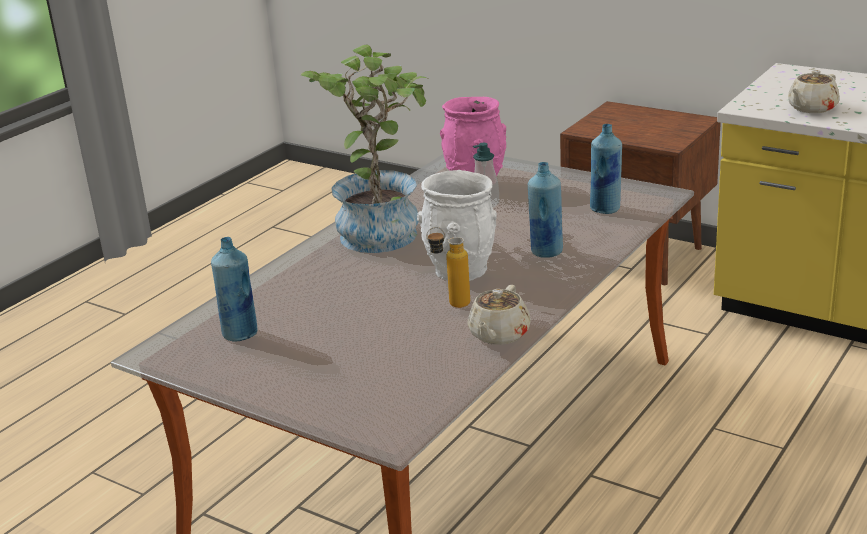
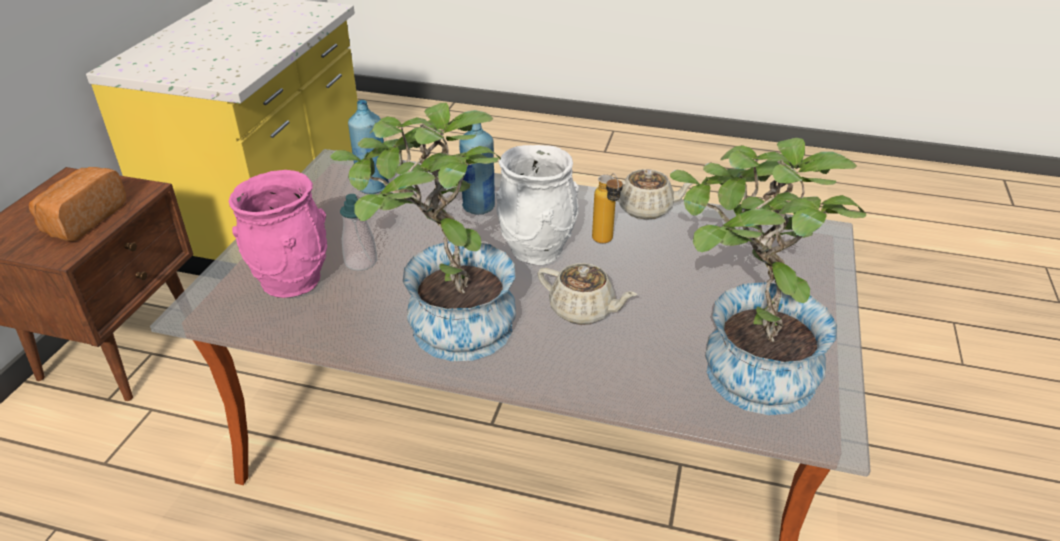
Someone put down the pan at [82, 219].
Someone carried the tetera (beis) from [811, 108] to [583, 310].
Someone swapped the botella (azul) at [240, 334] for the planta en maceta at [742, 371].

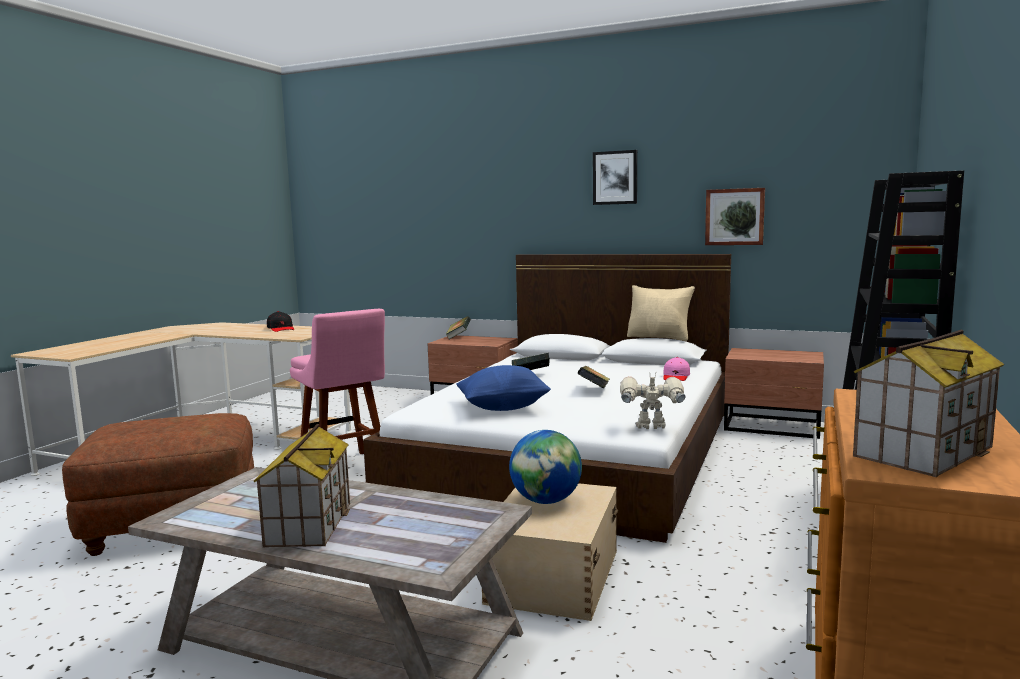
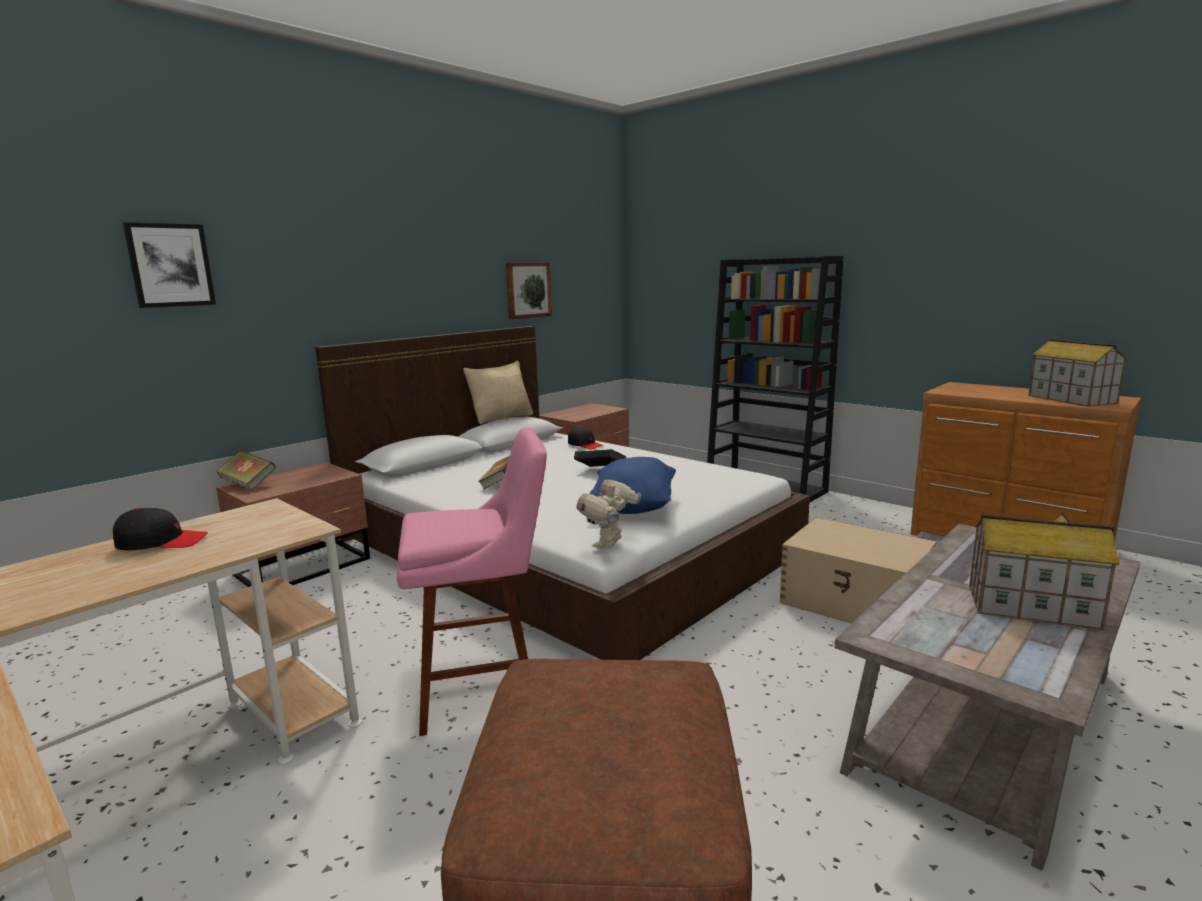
Someone took away the globo terráqueo at [546, 501].
Someone carried the cuadro from [615, 177] to [170, 265].
Someone carried the robot de juguete from [651, 428] to [610, 544].
Someone repainted the gorra (rosa) at [676, 376], which became the gorra (negro) at [585, 445].

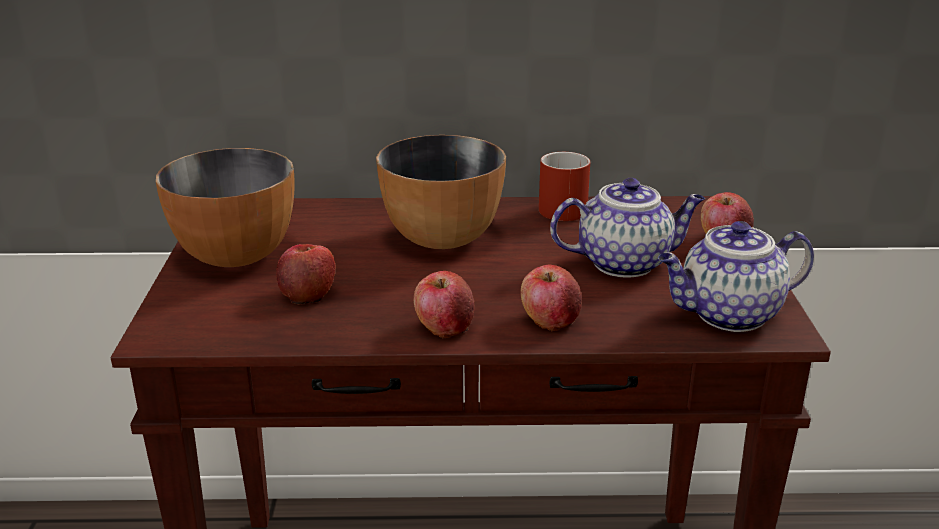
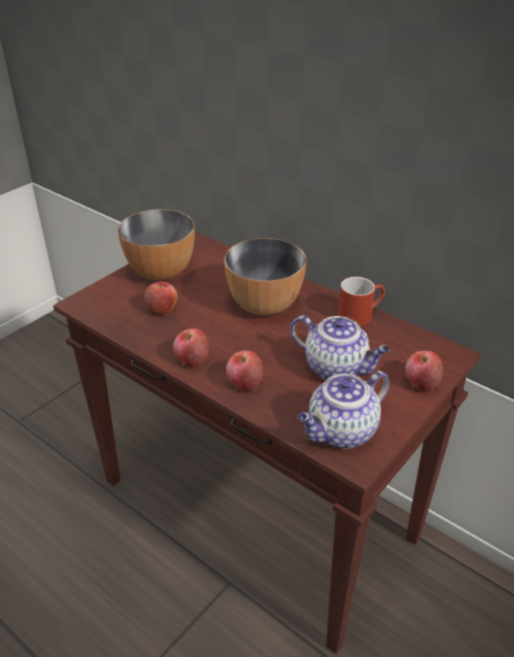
Someone rotated the tetera at [728, 315] by 60 degrees counterclockwise.

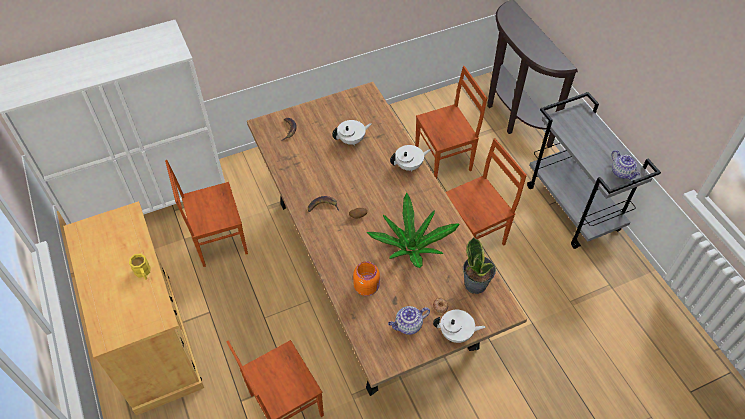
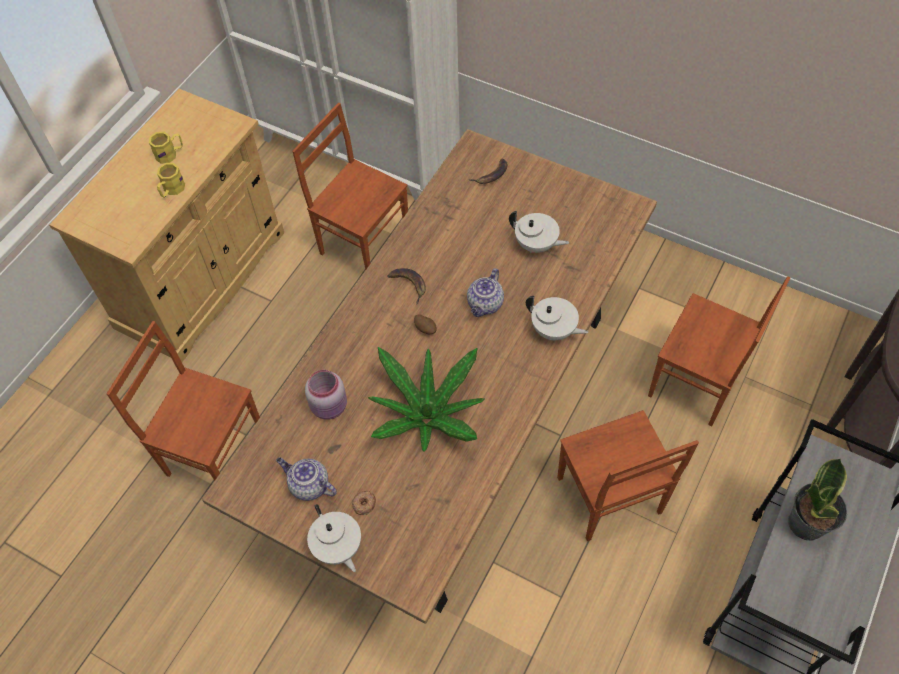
Someone put down the taza grande (amarillo) at [170, 154].
Someone carried the planta en maceta from [476, 283] to [807, 523].
Someone carried the tetera from [622, 173] to [485, 305].
Someone repainted the tarro (naranja) at [367, 287], which became the tarro (rosa) at [330, 406].
Someone rotated the silla (marrón) at [474, 235] by 45 degrees clockwise.

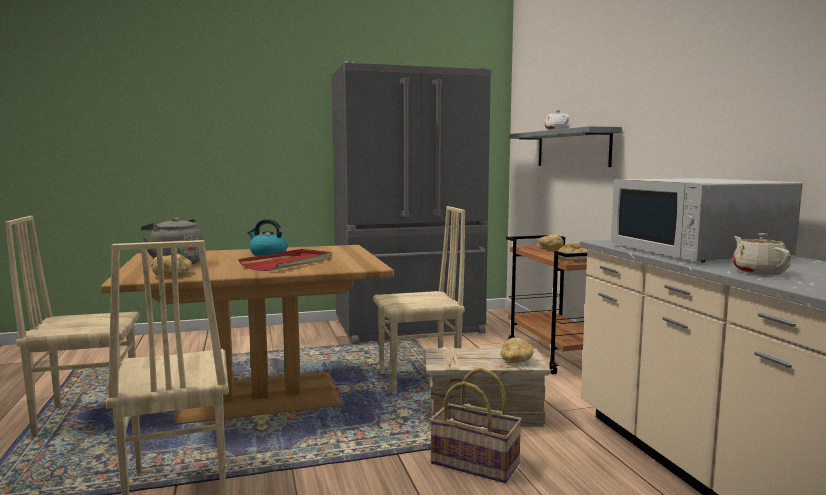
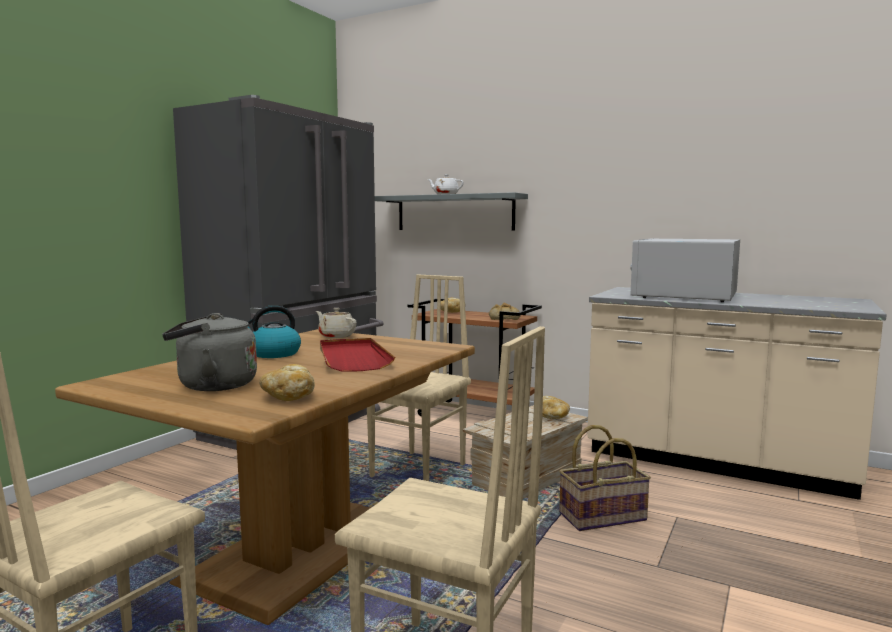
Someone carried the tetera (beis) from [758, 272] to [336, 336].
Someone rotated the microondas (blanco) at [697, 251] by 90 degrees clockwise.

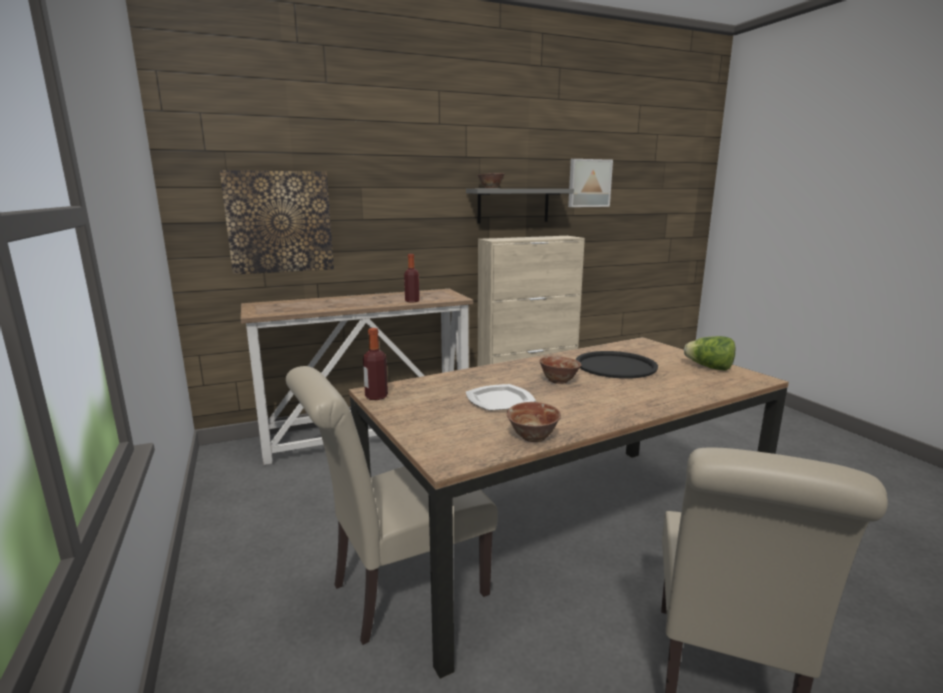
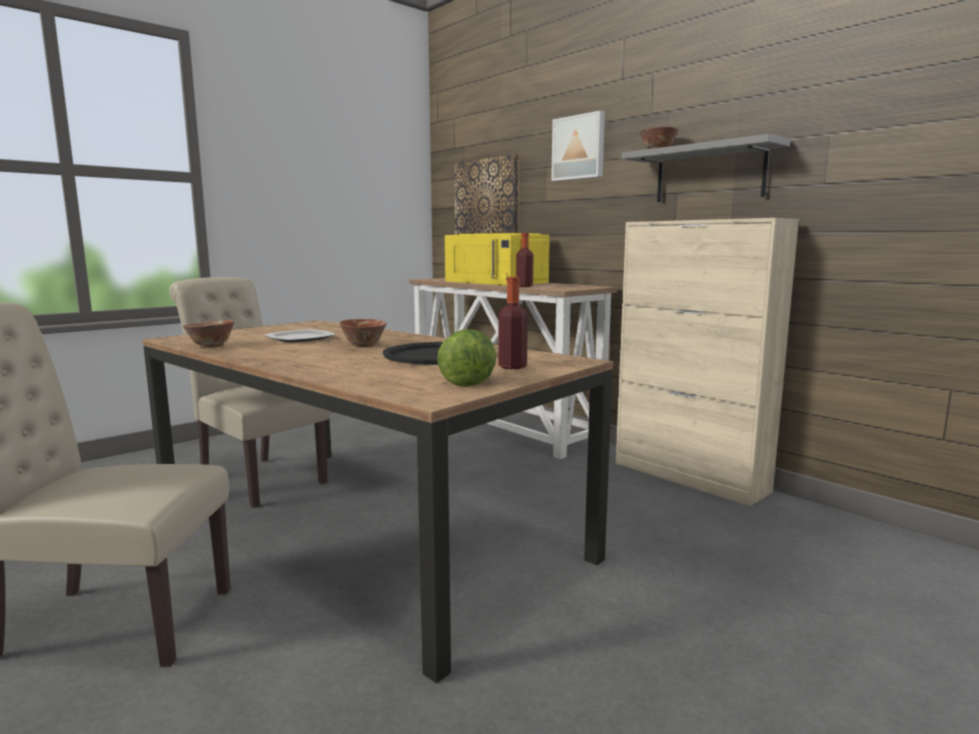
Someone put down the microondas (amarillo) at [497, 282].
Someone carried the botella from [376, 396] to [512, 367].
Someone carried the cuadro from [589, 183] to [579, 148].

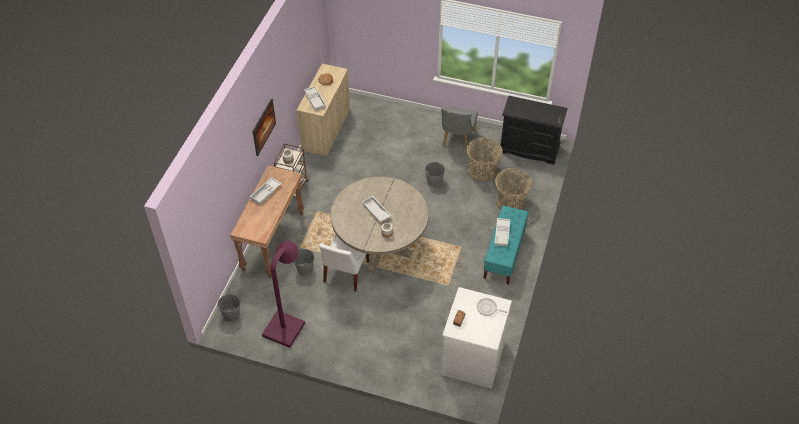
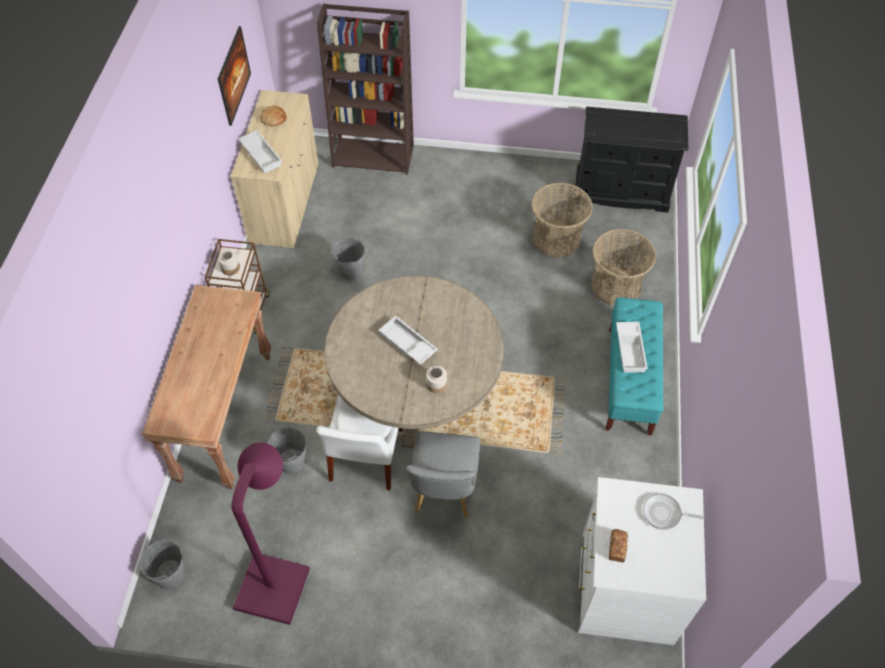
Someone took away the bandeja (blanco) at [266, 193].
Someone put down the estantería (marrón) at [374, 156].
Someone carried the cuadro from [264, 133] to [236, 87].
Someone carried the cubo (gris) from [434, 181] to [350, 270].
Someone carried the silla (gris) from [457, 140] to [443, 493].

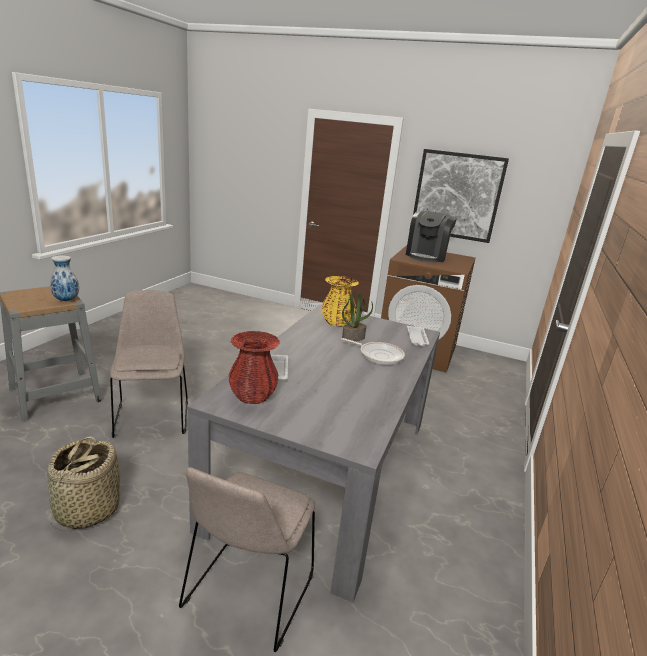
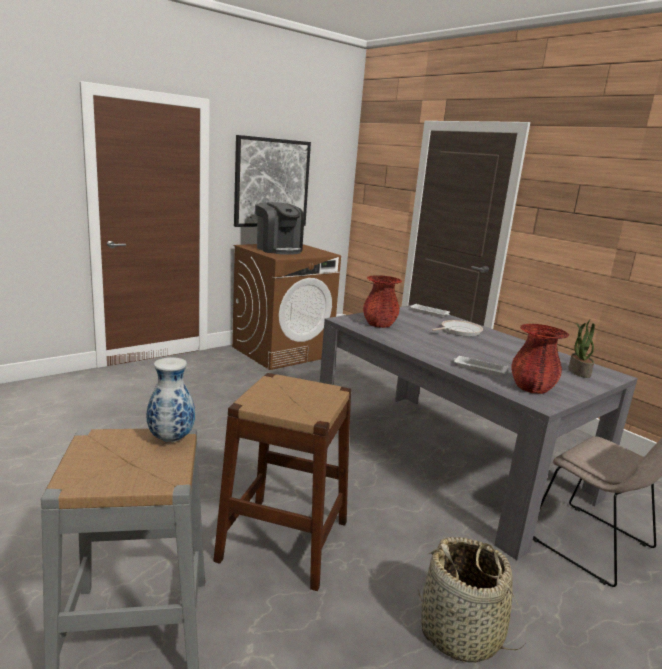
Someone carried the planta en maceta from [353, 337] to [578, 372].
Someone swapped the silla (beis) at [152, 416] for the taburete (marrón) at [284, 540].
Someone repainted the florero (amarillo) at [337, 322], which became the florero (rojo) at [379, 324].

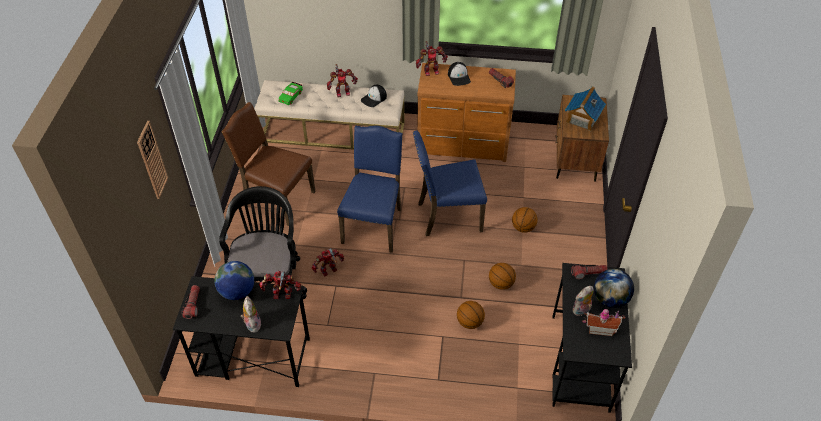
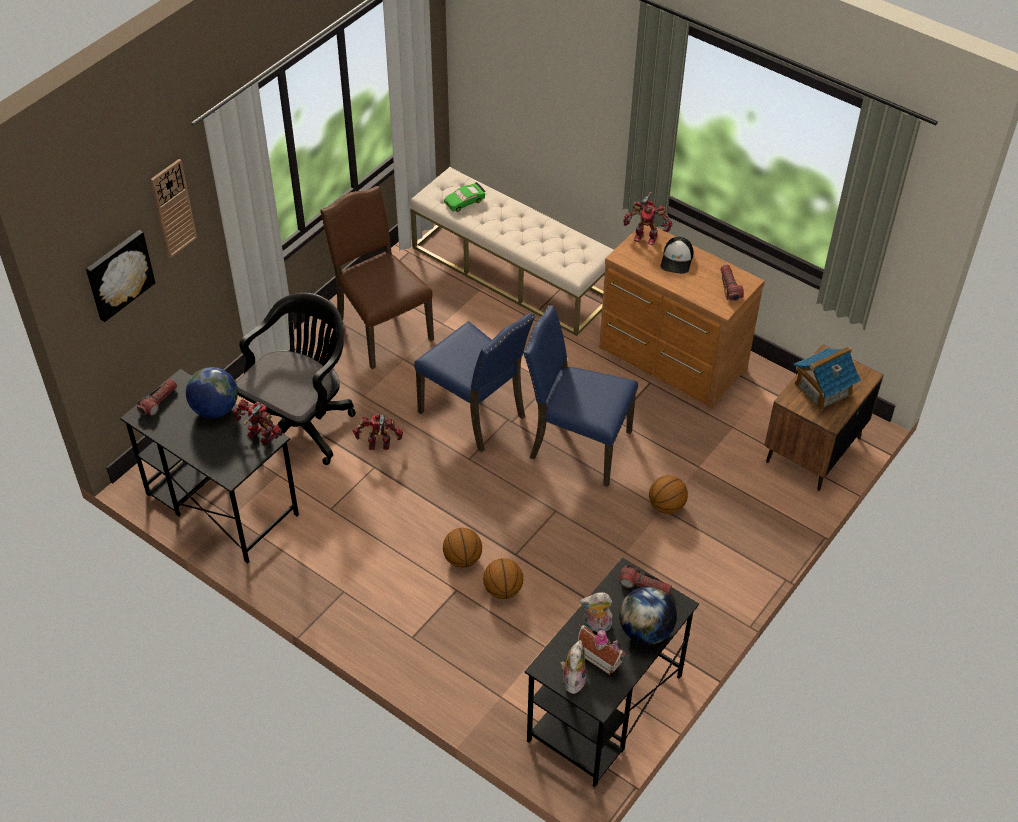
Someone took away the robot de juguete at [342, 92].
Someone took away the gorra at [374, 98].
Someone put up the cuadro at [118, 274].
Someone carried the peluche from [252, 324] to [572, 679].
Someone carried the balón de baloncesto from [501, 284] to [462, 559].
Someone rotated the silla (azul) at [374, 224] by 90 degrees clockwise.

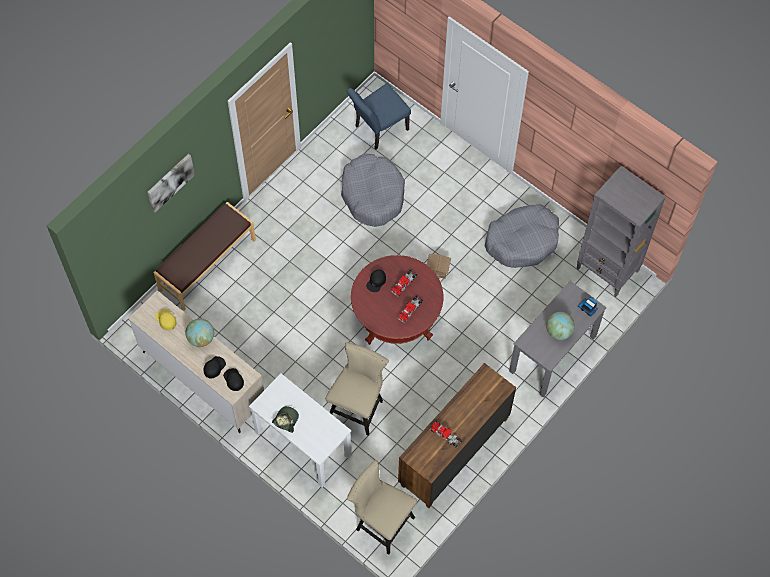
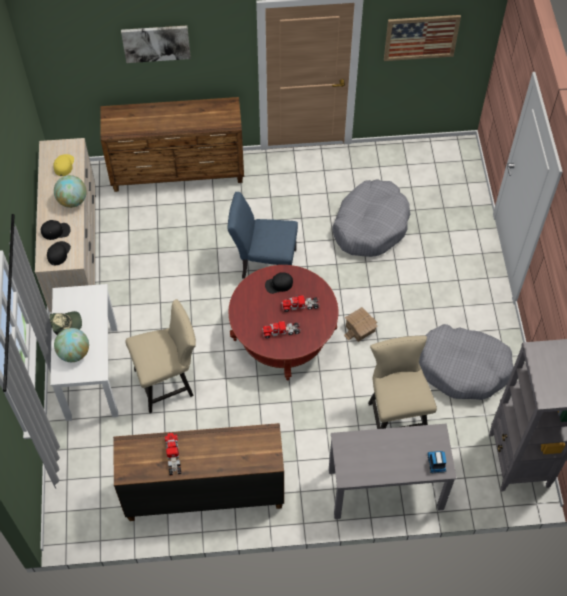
Someone put up the cuadro at [421, 37].
Someone carried the silla (azul) from [378, 129] to [264, 263].
Someone carried the silla (beis) from [381, 522] to [395, 415].
Someone carried the globo terráqueo from [558, 331] to [74, 353].
Someone swapped the banco (marrón) at [207, 264] for the cómoda (marrón) at [178, 173].

